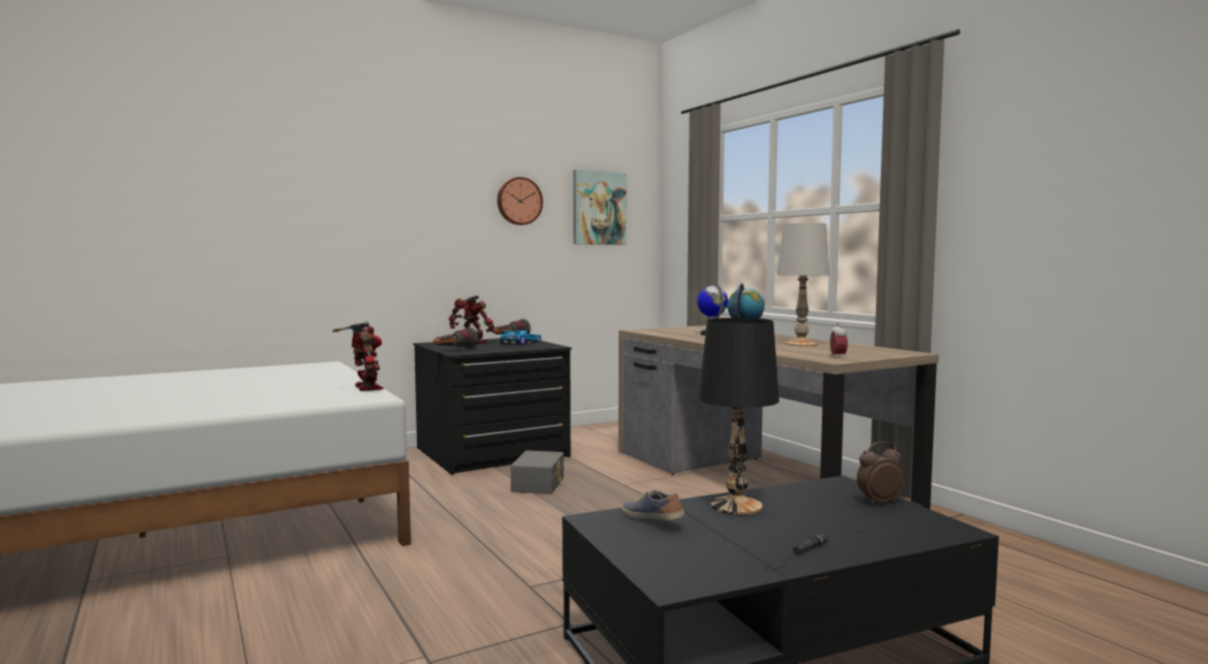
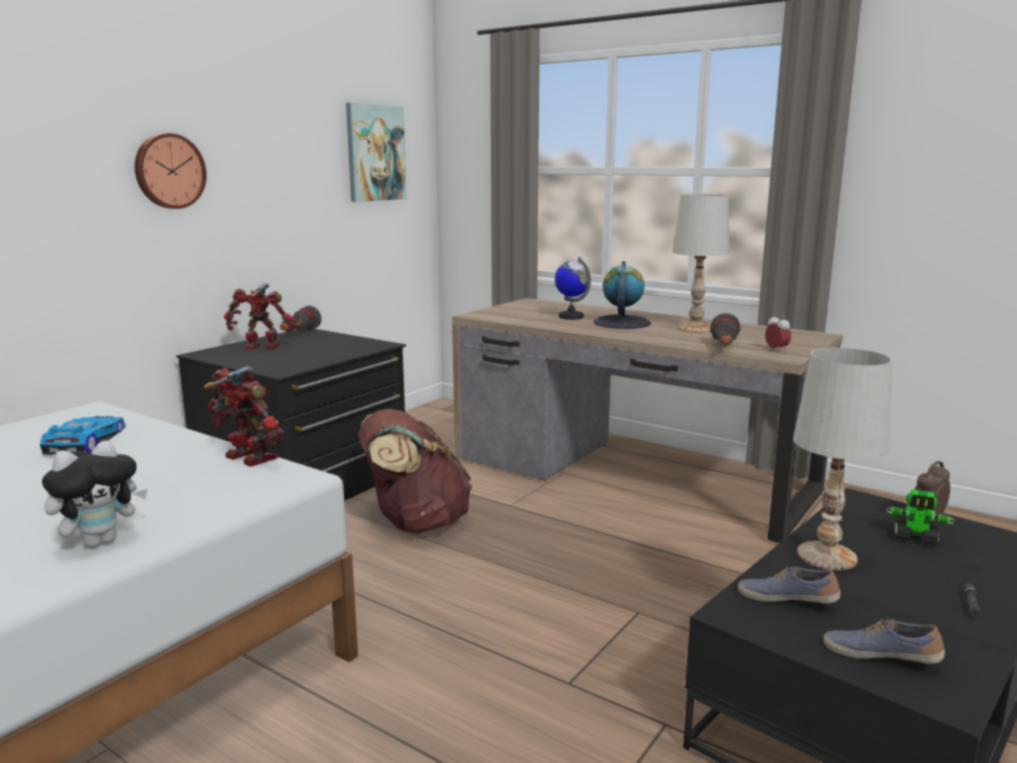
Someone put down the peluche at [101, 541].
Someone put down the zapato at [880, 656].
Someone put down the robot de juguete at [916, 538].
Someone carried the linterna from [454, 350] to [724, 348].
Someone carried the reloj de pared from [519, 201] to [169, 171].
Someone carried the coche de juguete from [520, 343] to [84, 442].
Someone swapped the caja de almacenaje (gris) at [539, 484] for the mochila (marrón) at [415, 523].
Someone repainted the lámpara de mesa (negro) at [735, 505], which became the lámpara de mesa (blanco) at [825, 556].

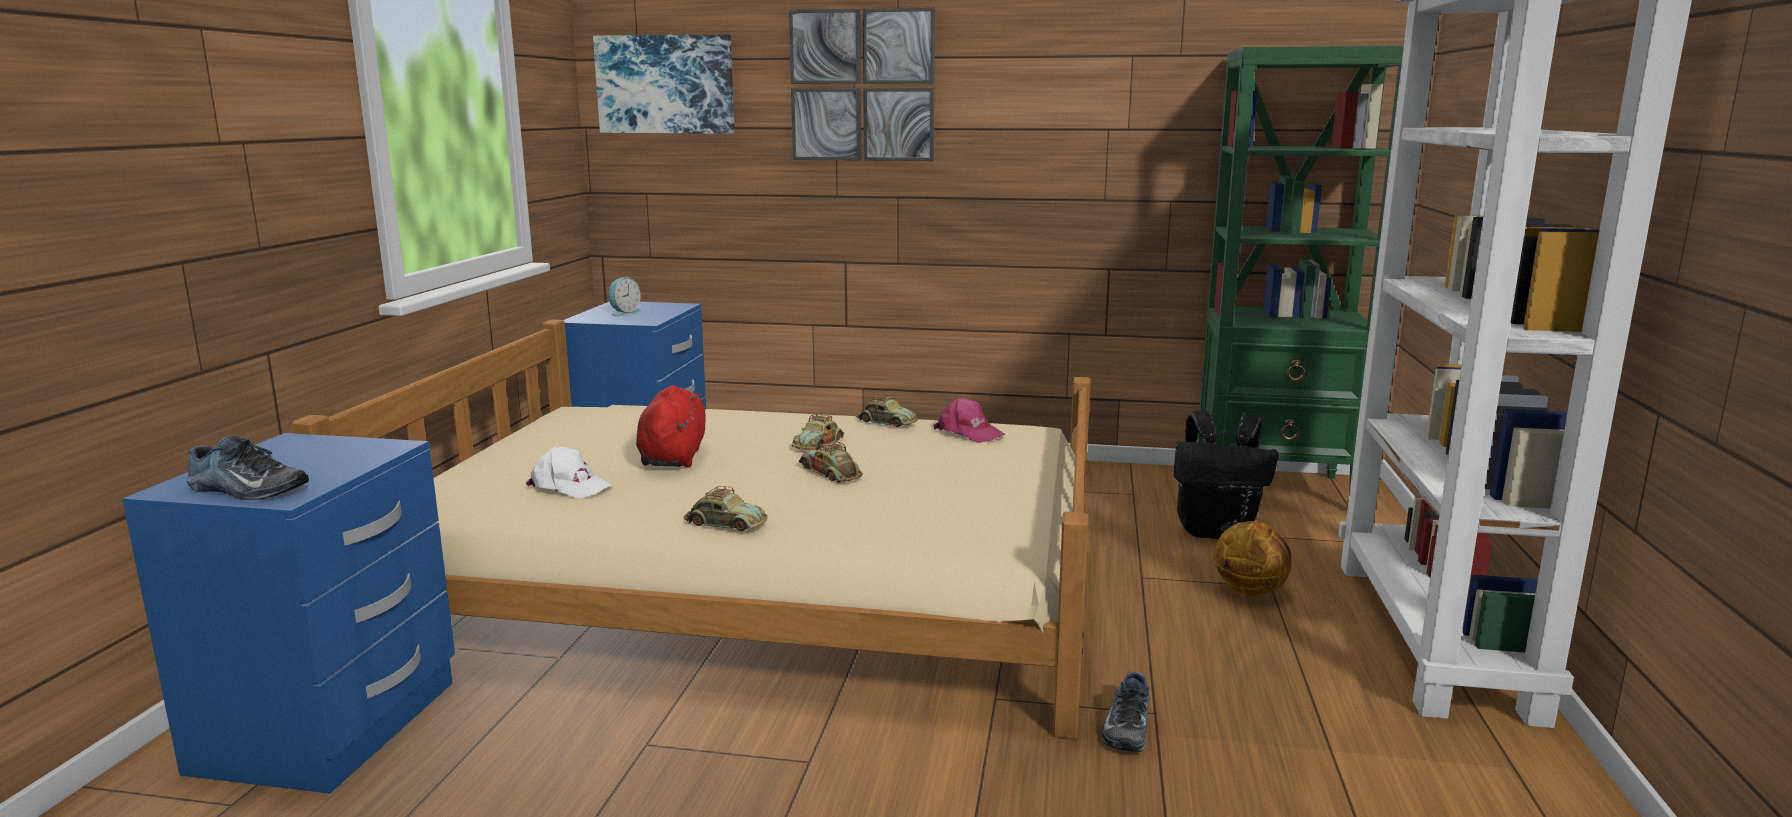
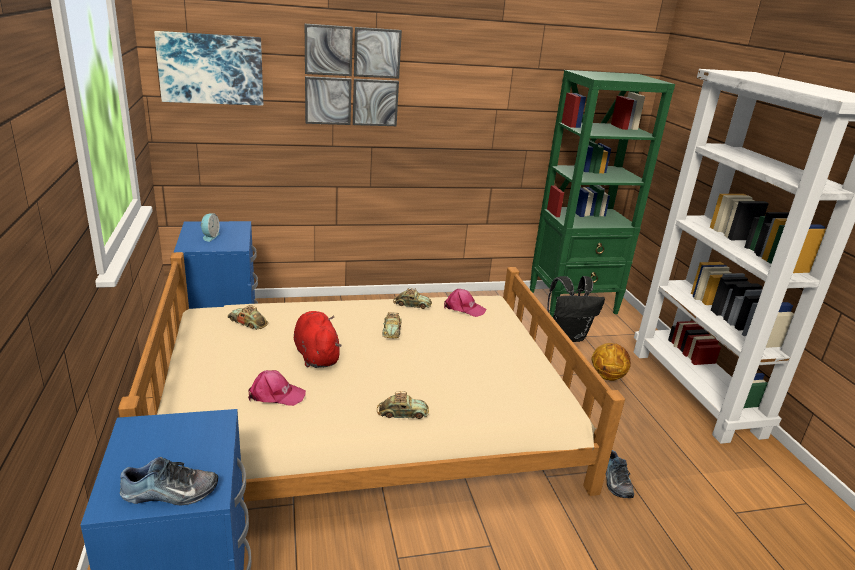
Someone carried the coche de juguete from [830, 473] to [248, 322].
Someone repainted the gorra (blanco) at [569, 486], which became the gorra (rosa) at [276, 395].

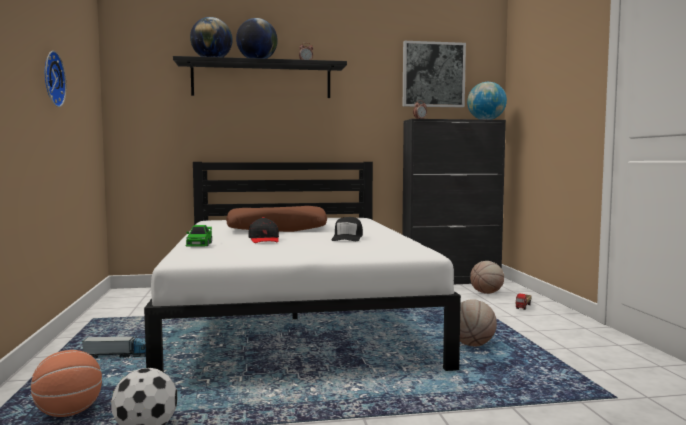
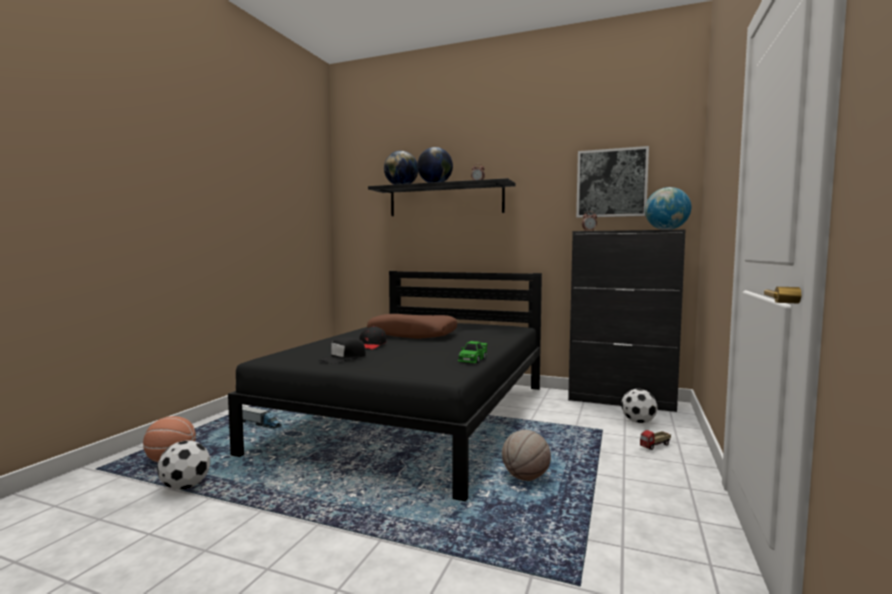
Someone took away the reloj de pared at [51, 79].
Someone carried the coche de juguete (verde) from [199, 245] to [473, 360].
Someone carried the gorra (negro) from [347, 238] to [343, 358].
Someone swapped the balón de baloncesto at [486, 293] for the balón de fútbol at [638, 422].
Someone repainted the cama (blanco) at [295, 318], which became the cama (negro) at [416, 416].

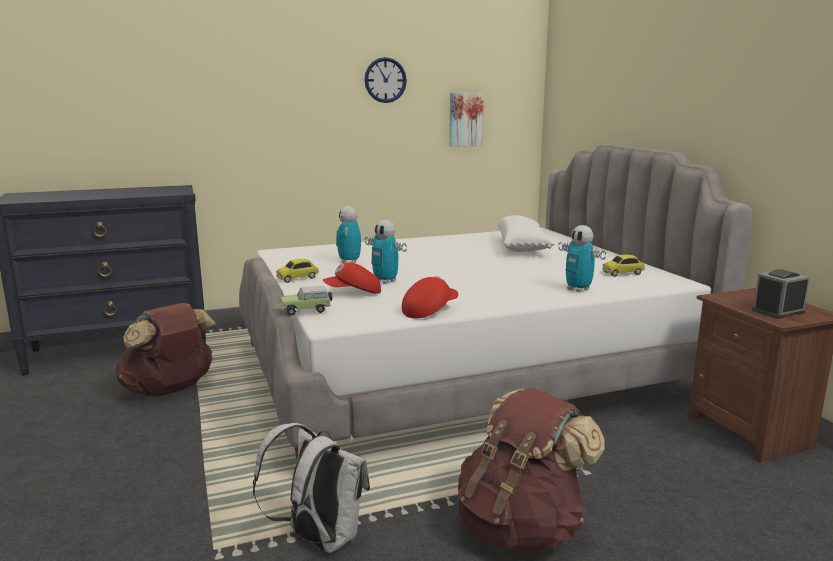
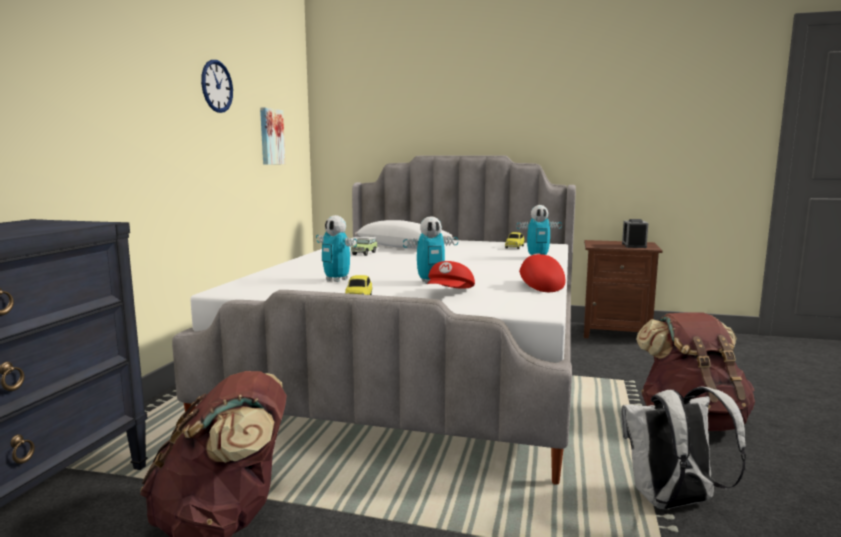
Someone carried the coche de juguete from [307, 310] to [365, 253].

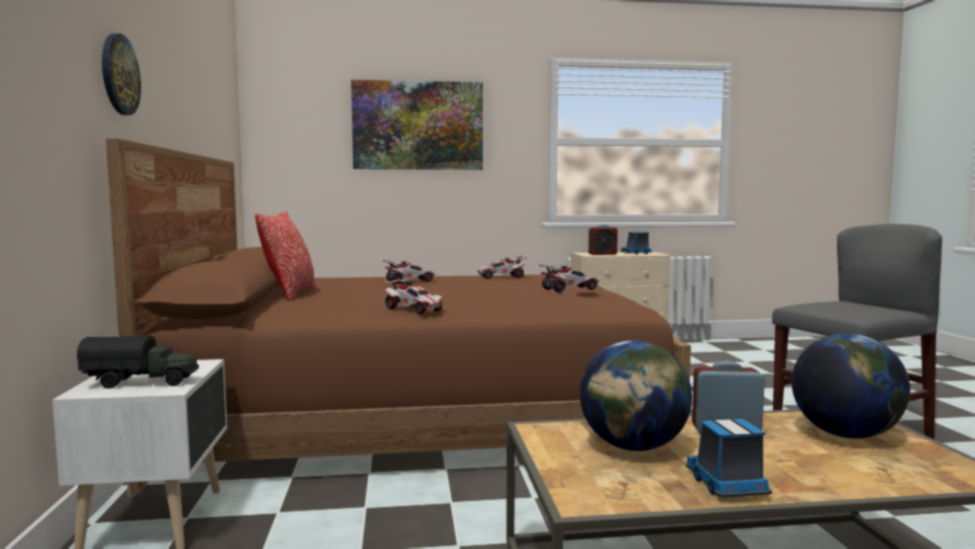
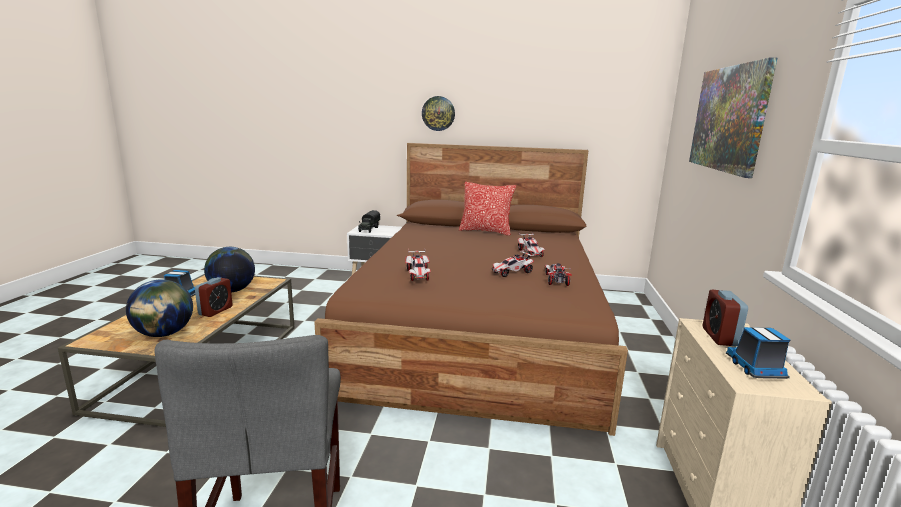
Someone carried the coche de juguete from [414, 310] to [512, 272].

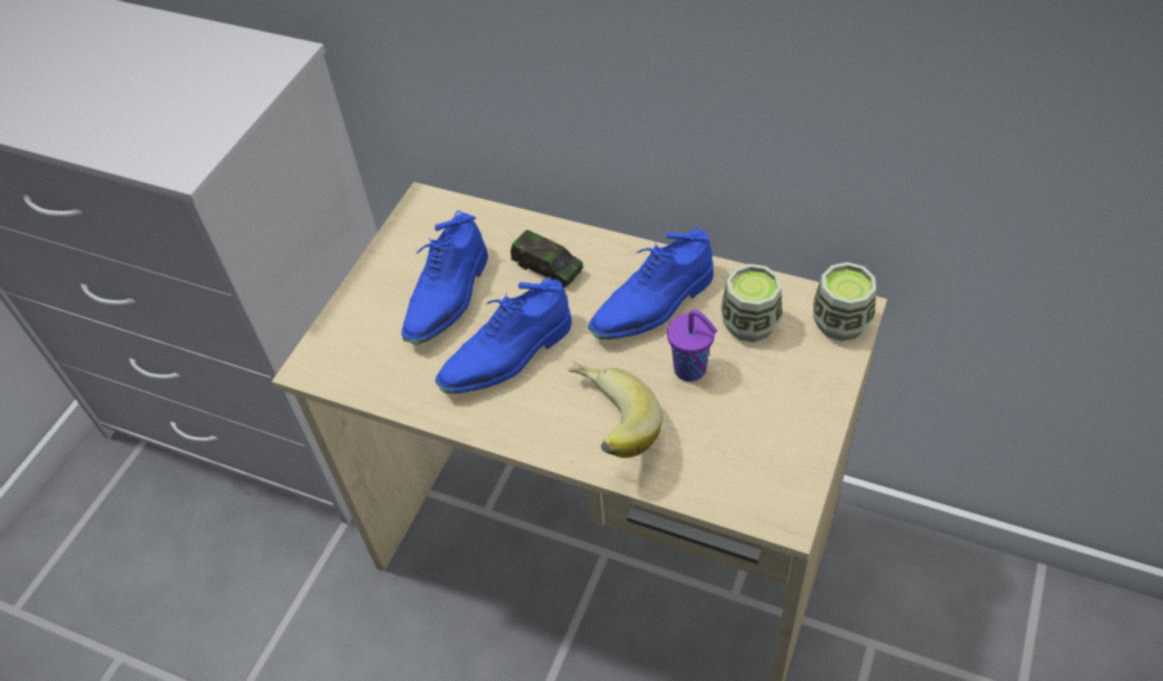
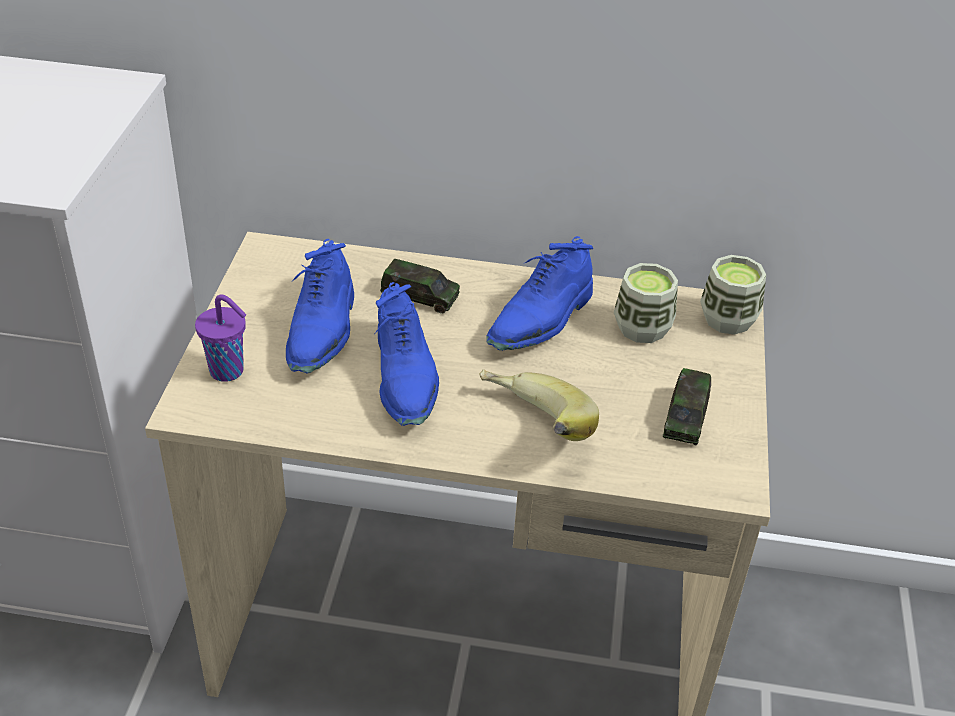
Someone put down the coche de juguete at [685, 418].
Someone carried the taza (morado) from [692, 370] to [229, 372].
Someone rotated the zapato (azul) at [507, 356] by 45 degrees counterclockwise.

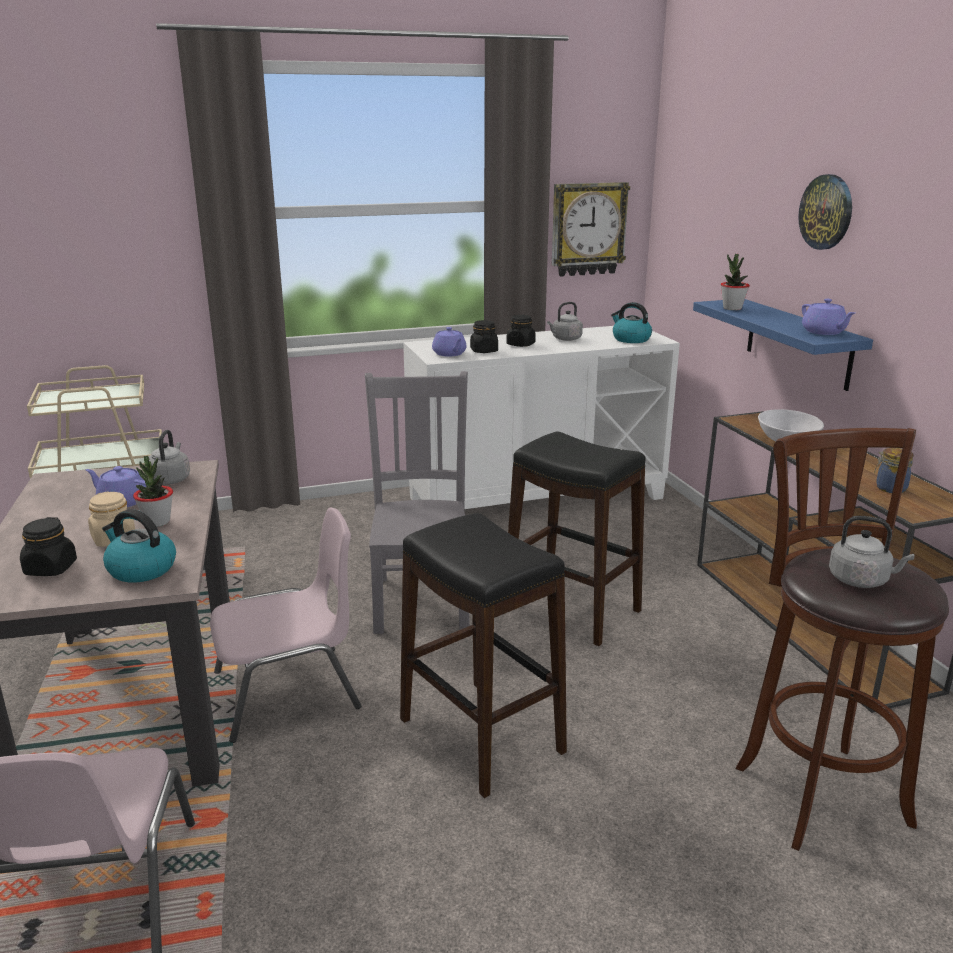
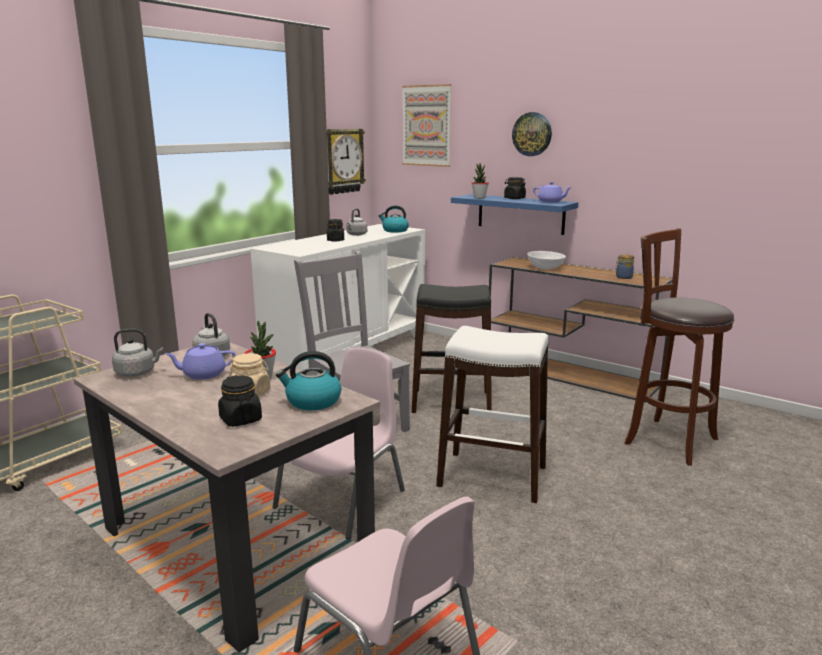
Someone took away the tetera (morado) at [449, 354].
Someone put up the cuadro at [426, 126].
Someone carried the tarro (negro) from [484, 351] to [514, 198].
Someone carried the hervidor (gris) from [861, 580] to [137, 373].
Someone repainted the taburete (negro) at [482, 735], which became the taburete (blanco) at [493, 476].

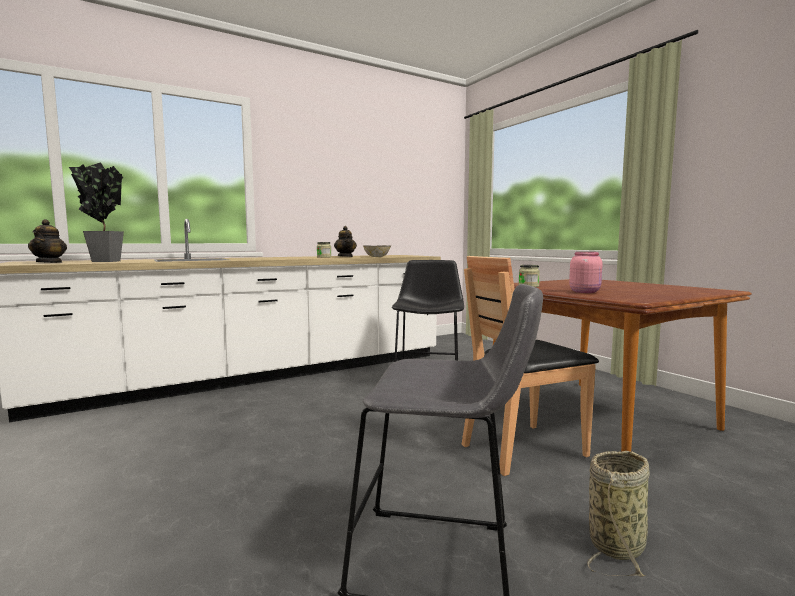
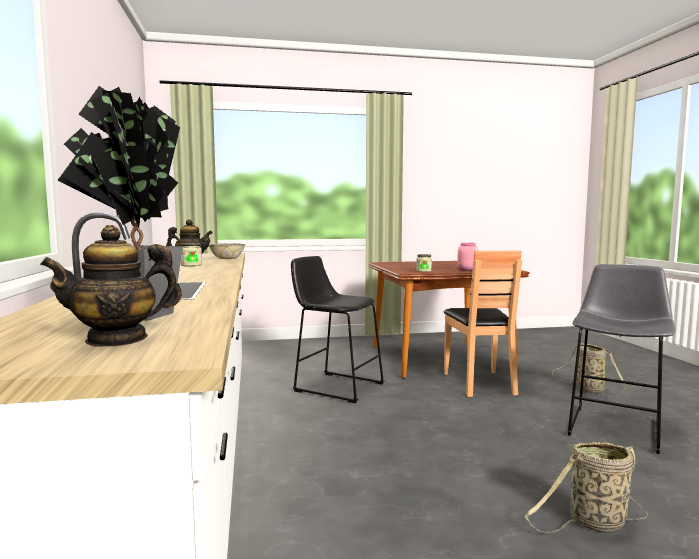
Someone put down the cesta at [593, 523].
Someone rotated the tetera at [49, 262] by 150 degrees clockwise.

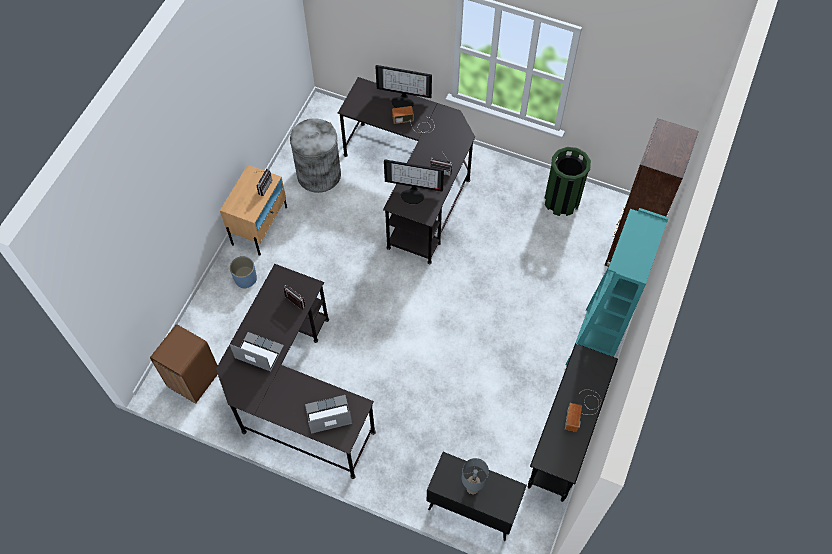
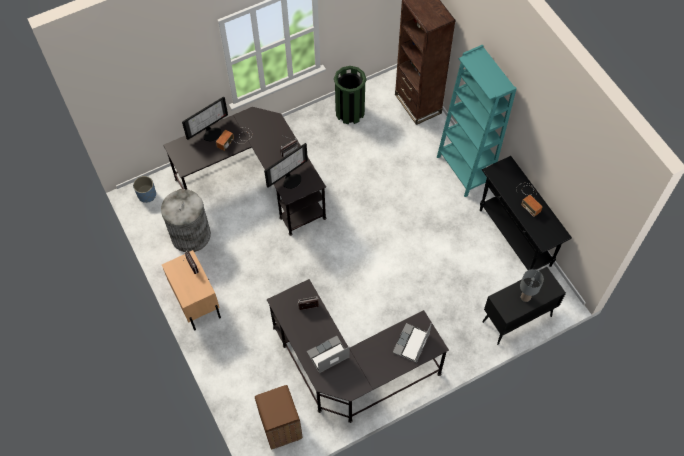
Someone carried the maceta (azul) from [245, 279] to [147, 195].

